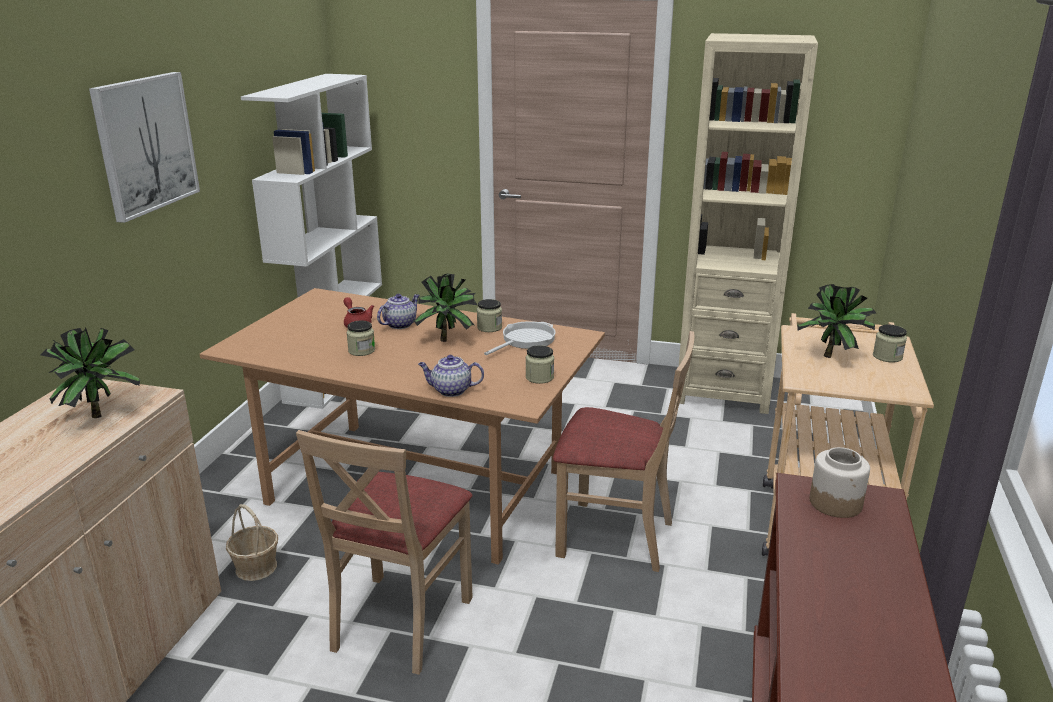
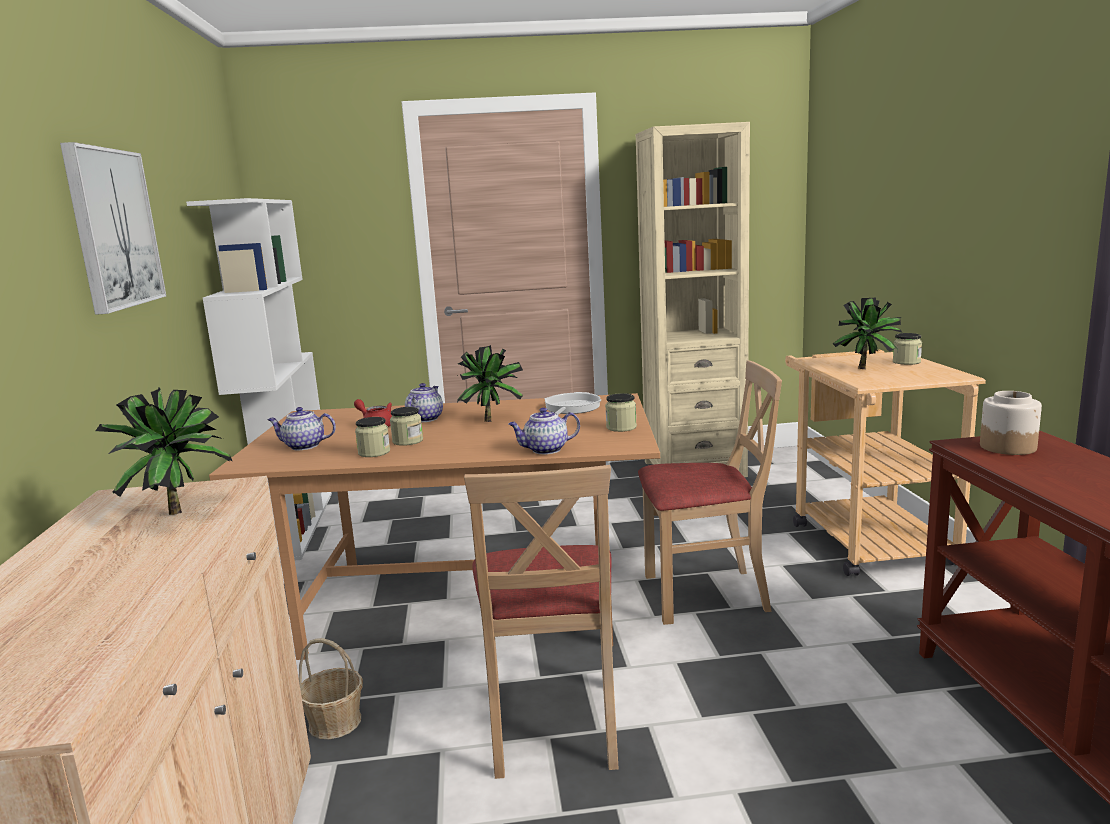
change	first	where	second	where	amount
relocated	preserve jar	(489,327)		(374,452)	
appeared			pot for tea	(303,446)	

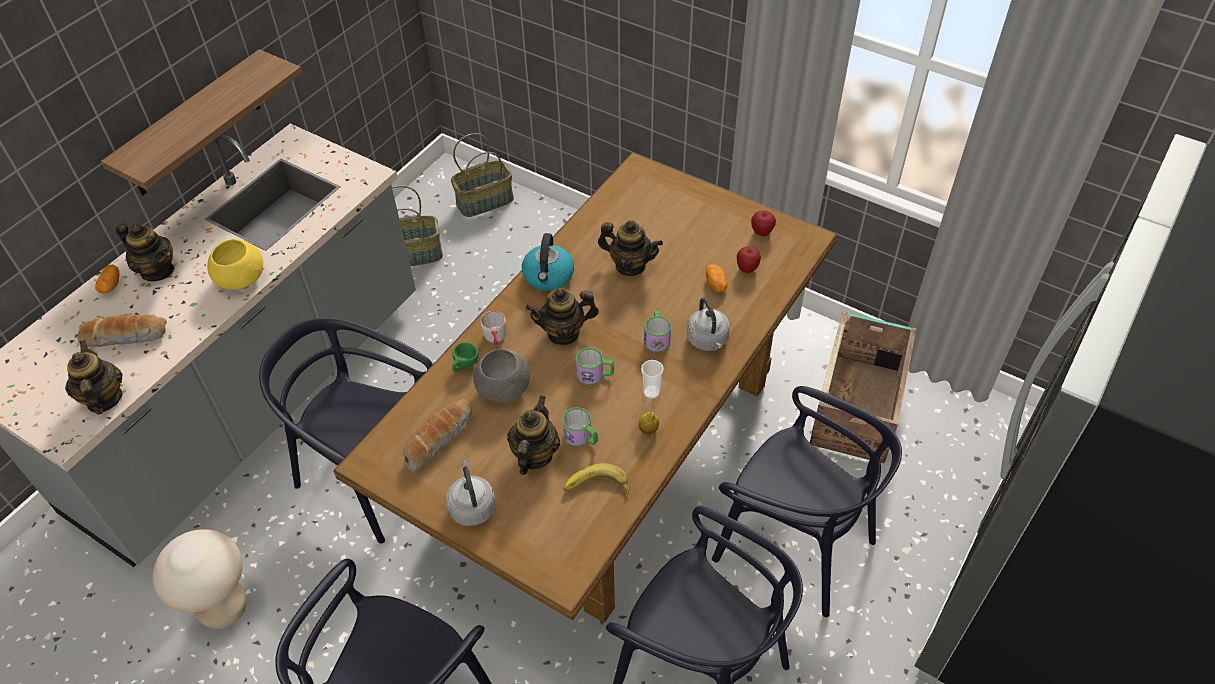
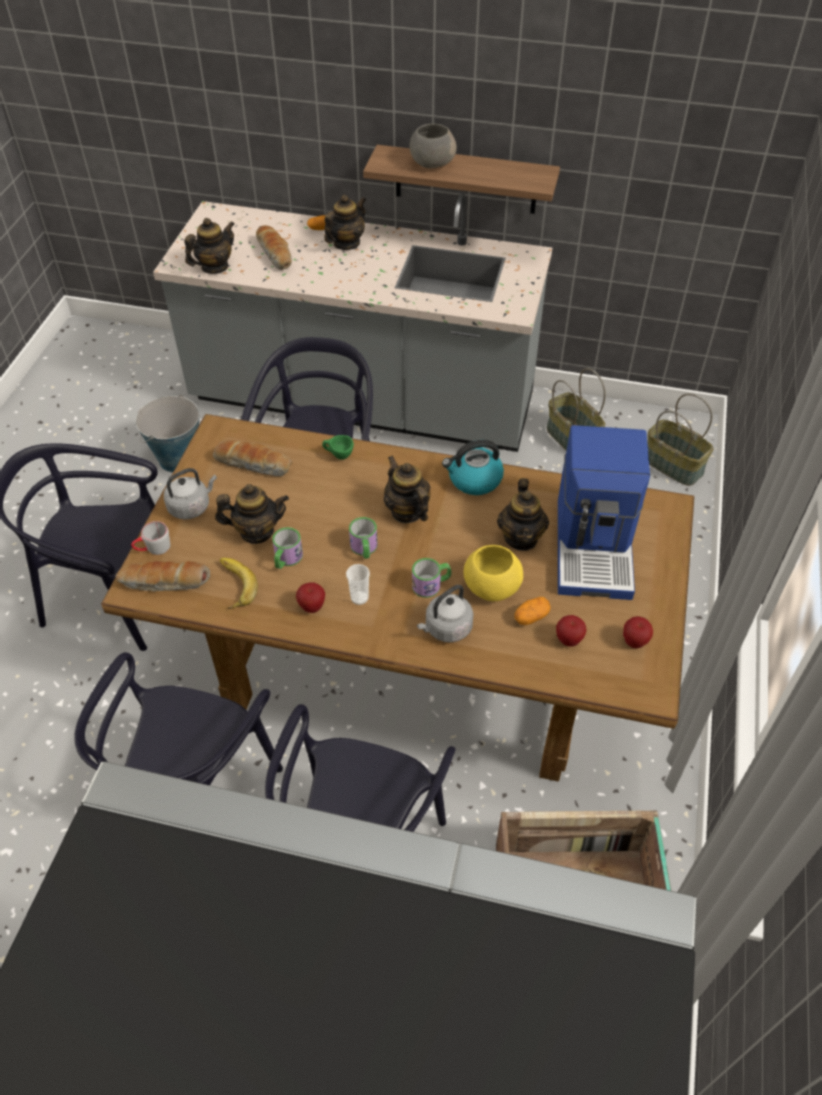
change	first	where	second	where	amount
spun	pot for tea	(158,270)		(346,243)	150 degrees counterclockwise
relocated	bowl (yellow)	(240,279)		(490,586)	
relocated	tea mug (gray)	(496,339)		(153,548)	
relocated	bowl (gray)	(502,389)		(431,163)	
exchanged	lemon	(648,430)	whole apple	(312,607)	
exchanged	sitting stool (sand-coloured)	(224,608)	bucket	(178,459)	
appeared			coffee brewer	(595,547)	
appeared			baked bread	(165,583)	

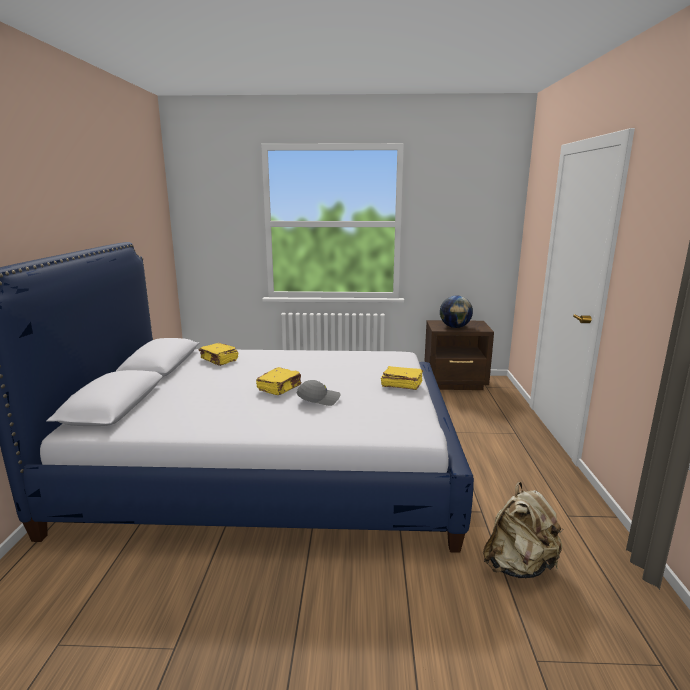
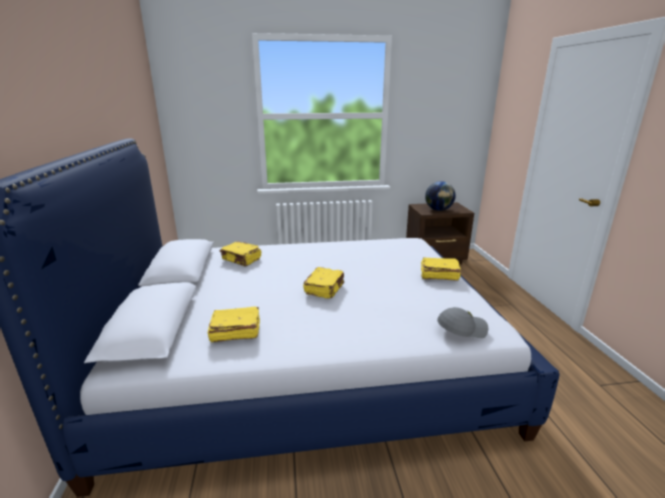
change	first	where	second	where	amount
relocated	baseball cap (gray)	(318,399)		(461,328)	
missing	backpack (sand-coloured)	(519,566)			
appeared			bound book (yellow)	(235,332)	

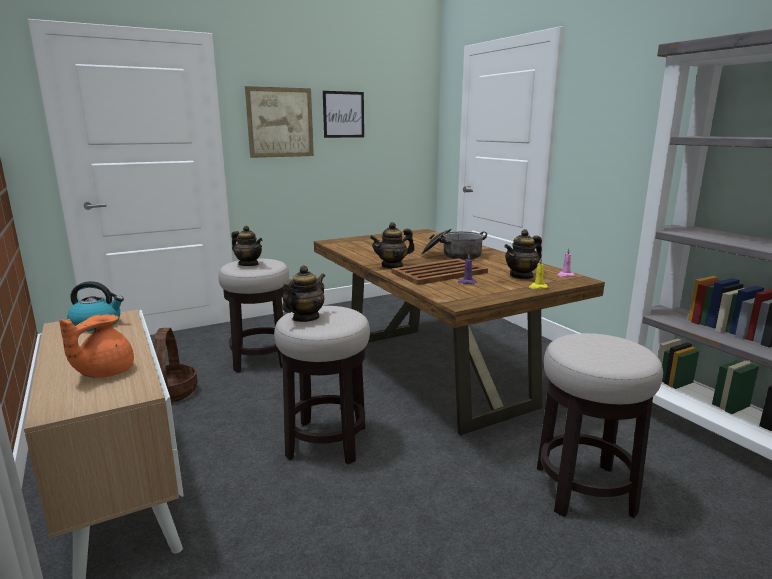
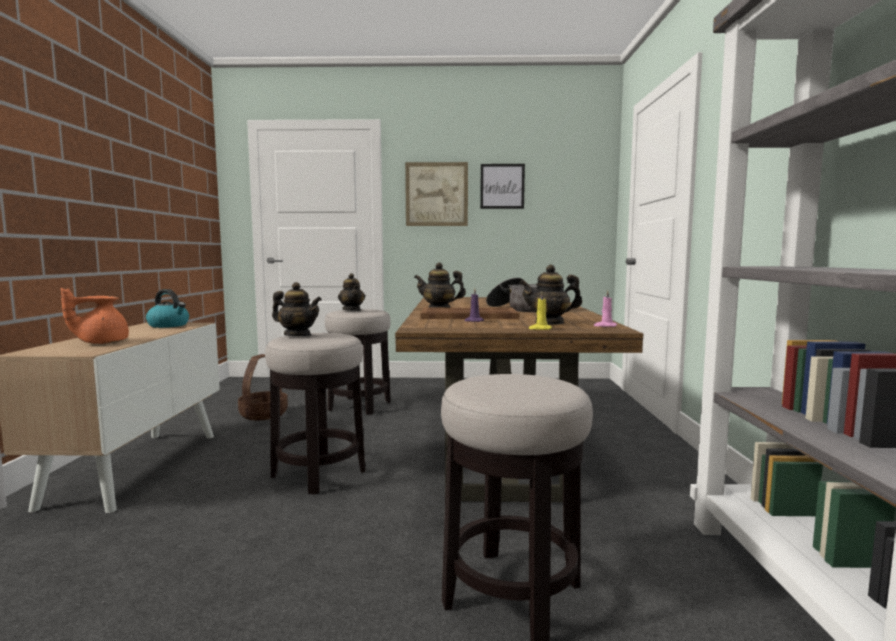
change	first	where	second	where	amount
spun	pot for tea	(305,318)		(297,335)	45 degrees clockwise

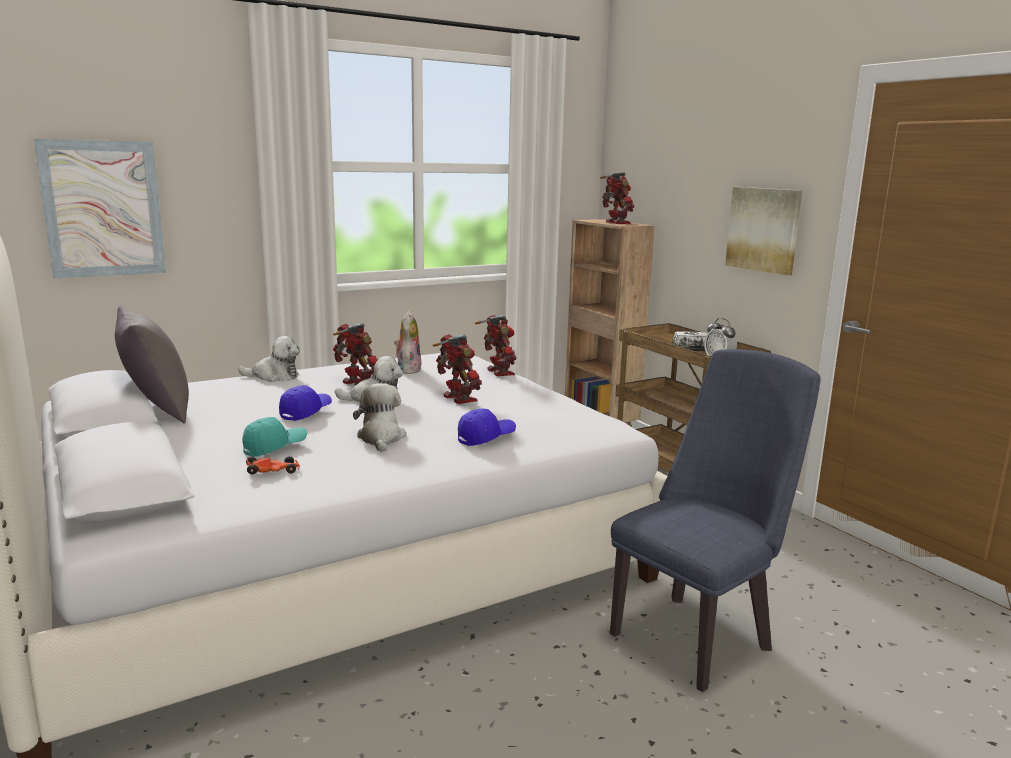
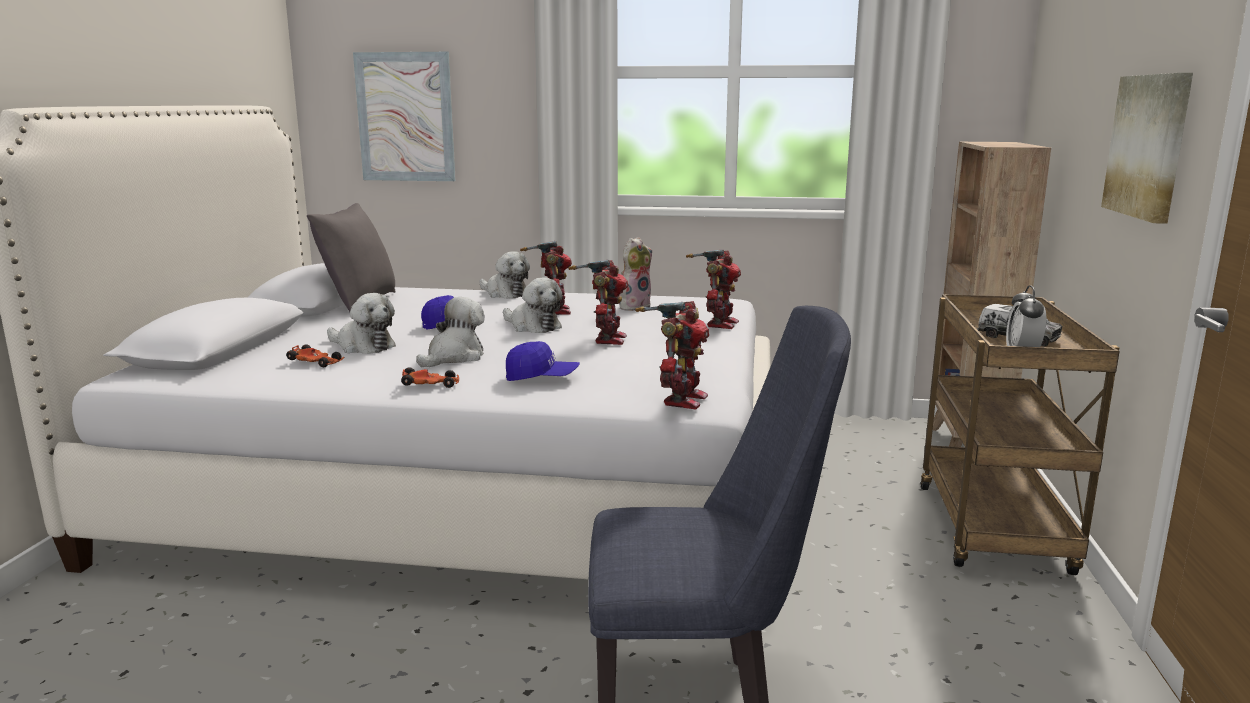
change	first	where	second	where	amount
relocated	robot figure	(616,223)		(681,399)	
exchanged	baseball cap (turquoise)	(275,448)	plush toy	(363,346)	
appeared			miniature car	(431,384)	

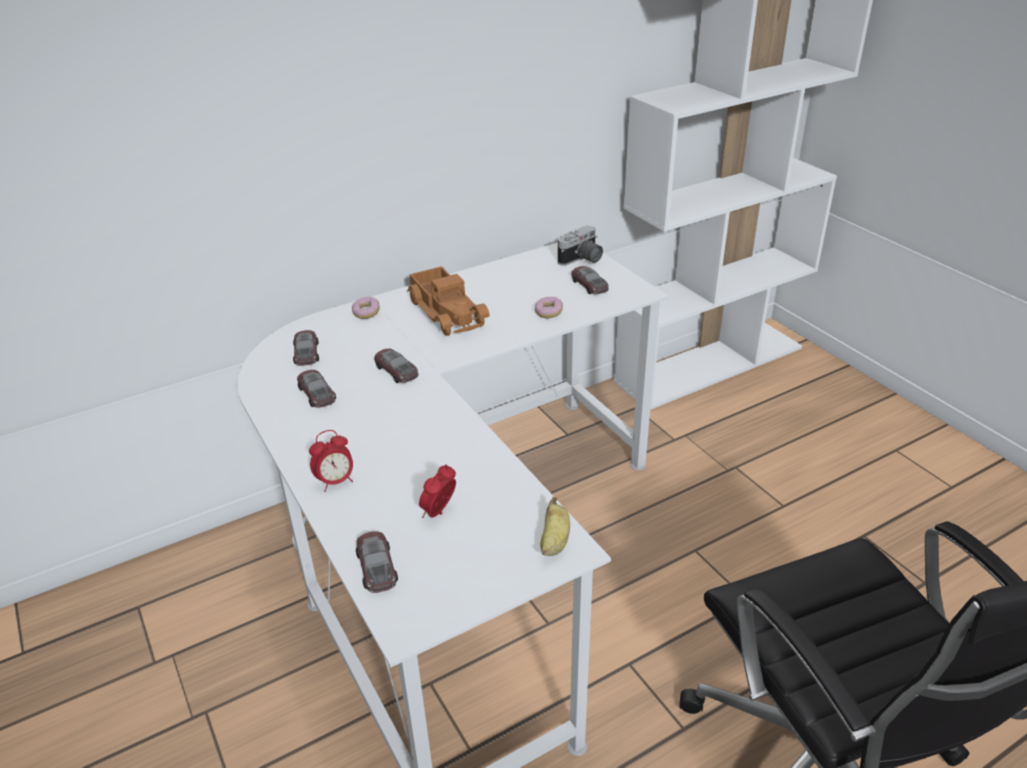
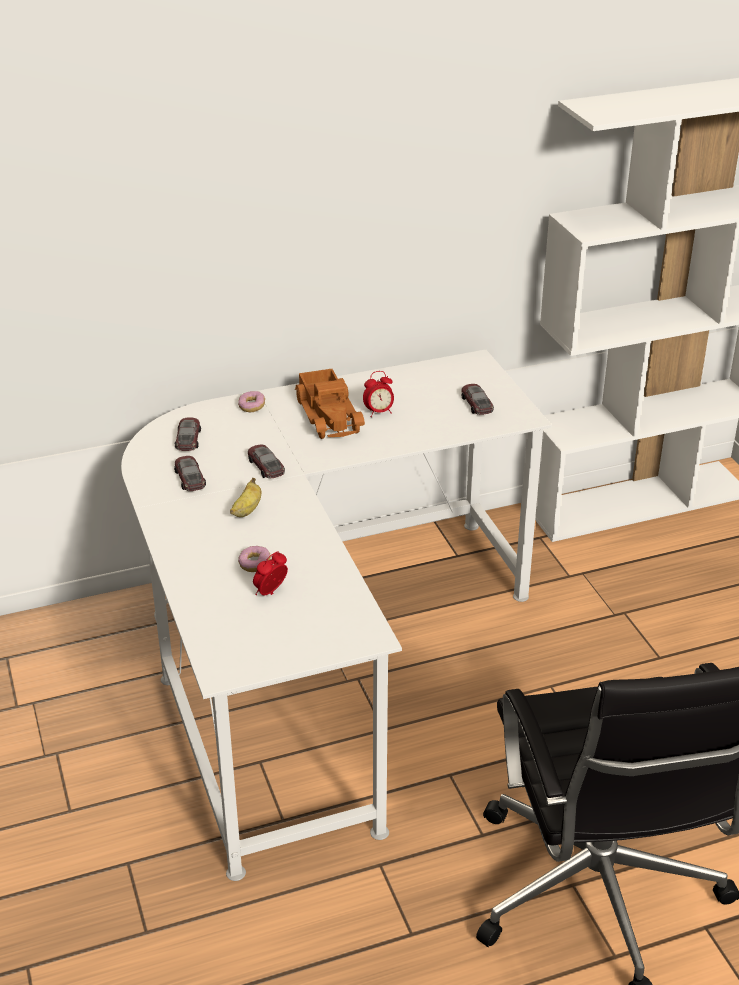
change	first	where	second	where	amount
missing	still camera	(582,260)			
relocated	donut	(548,313)		(254,564)	
relocated	bedside clock	(336,481)		(379,412)	
relocated	banana fruit	(554,542)		(247,510)	
missing	miniature car	(376,567)			

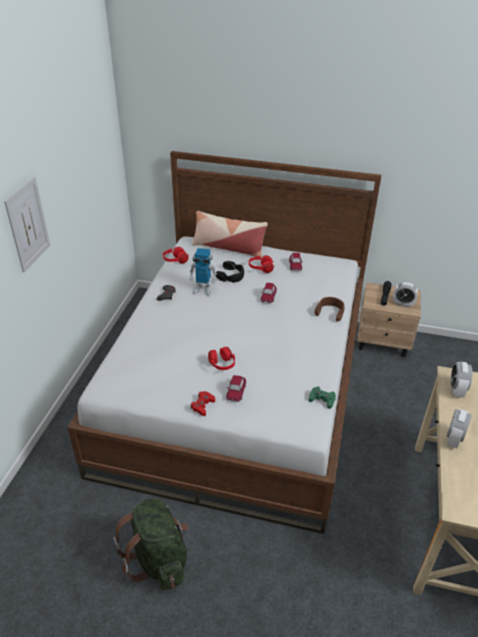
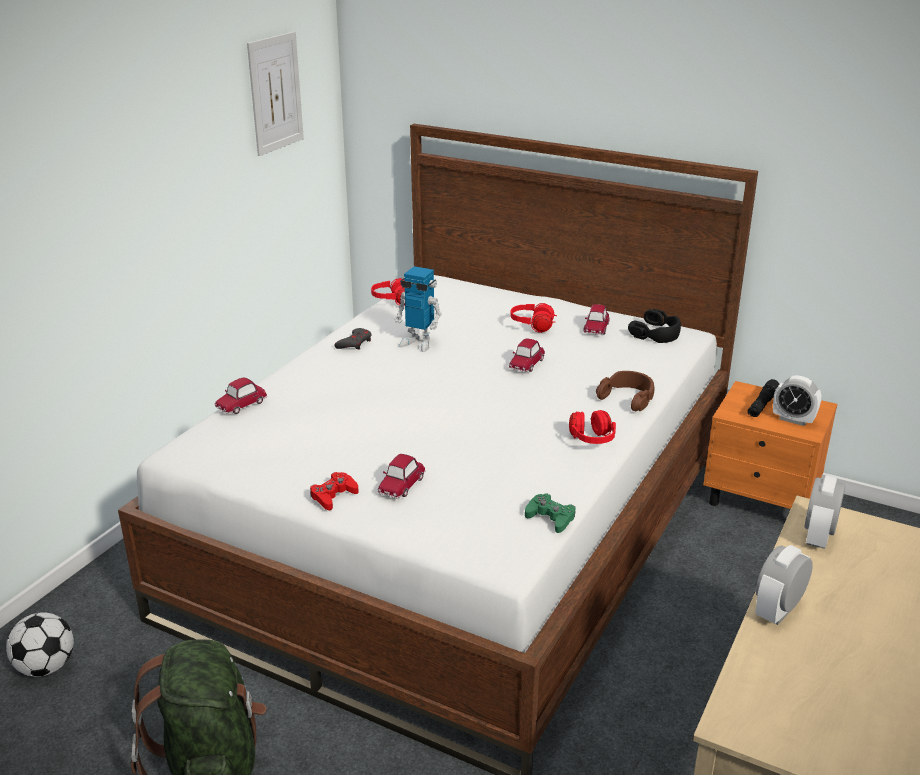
change	first	where	second	where	amount
relocated	picture	(28,224)		(275,93)	
missing	cushion	(228,248)			
relocated	pair of headphones (black)	(231,275)		(656,333)	
colour	nightstand (sand-coloured)	(383,342)	nightstand (orange-coloured)	(761,499)	
relocated	pair of headphones (red)	(222,365)		(591,441)	
appeared			miniature car	(241,404)	
appeared			football	(46,667)	

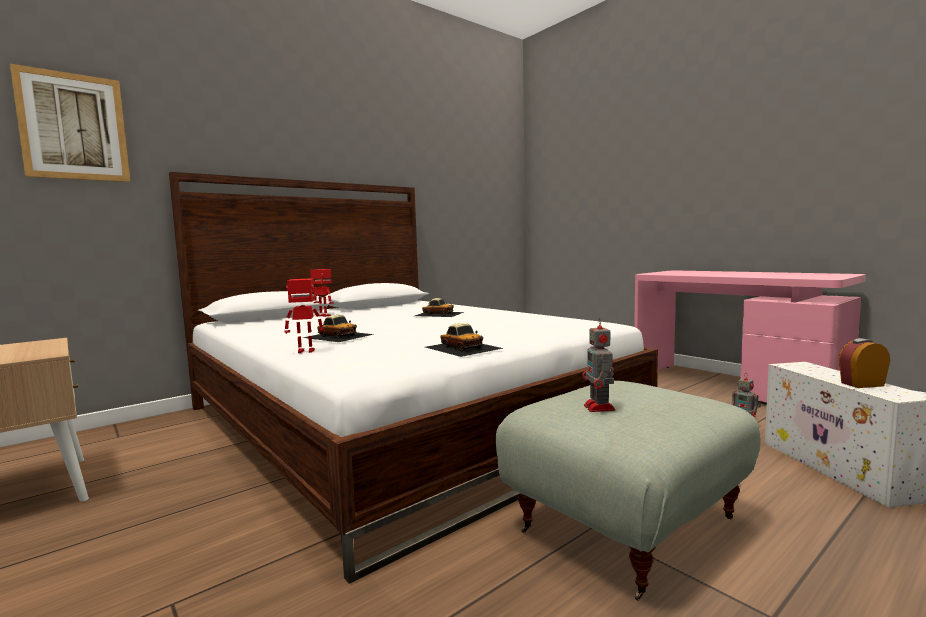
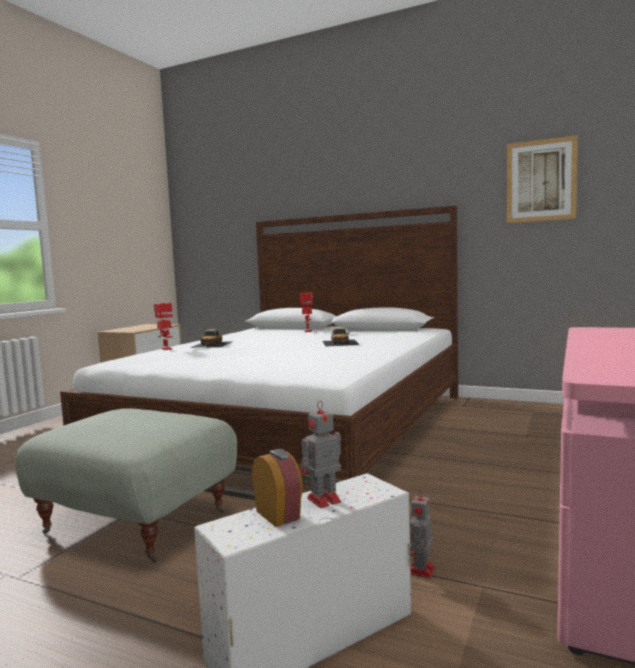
change	first	where	second	where	amount
relocated	picture	(74,127)		(541,181)	
relocated	robot figure	(599,408)		(322,500)	
missing	miniature car	(462,347)			

